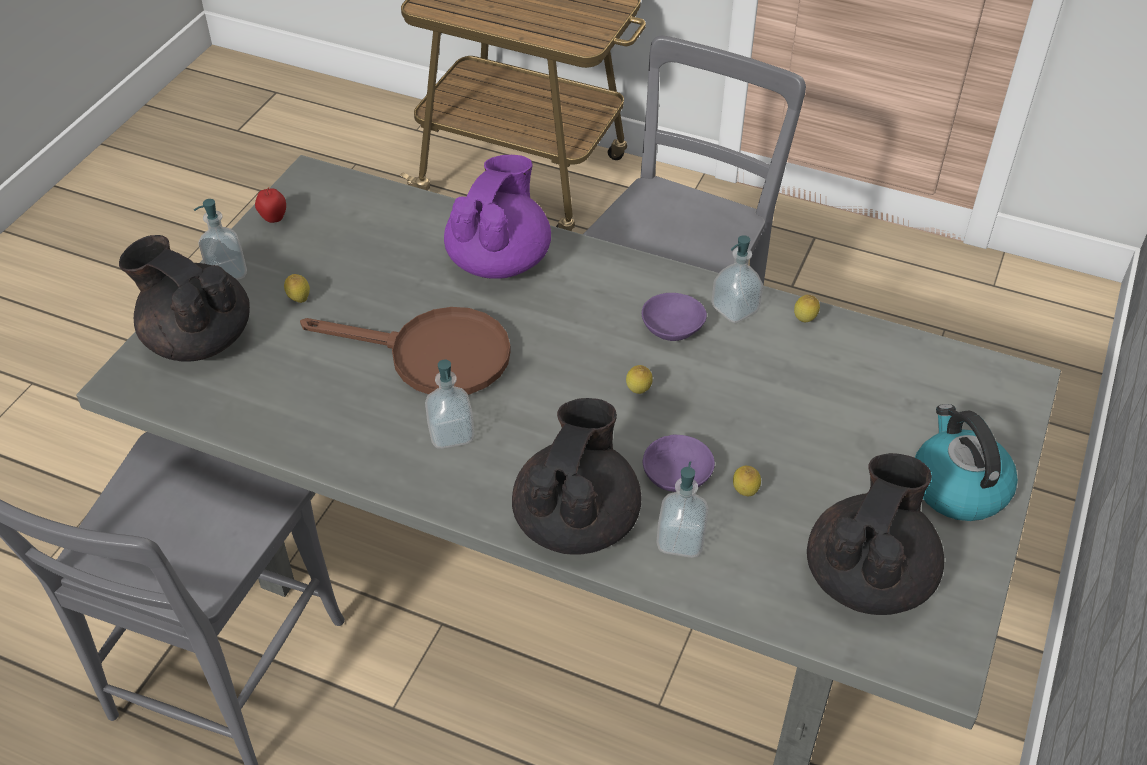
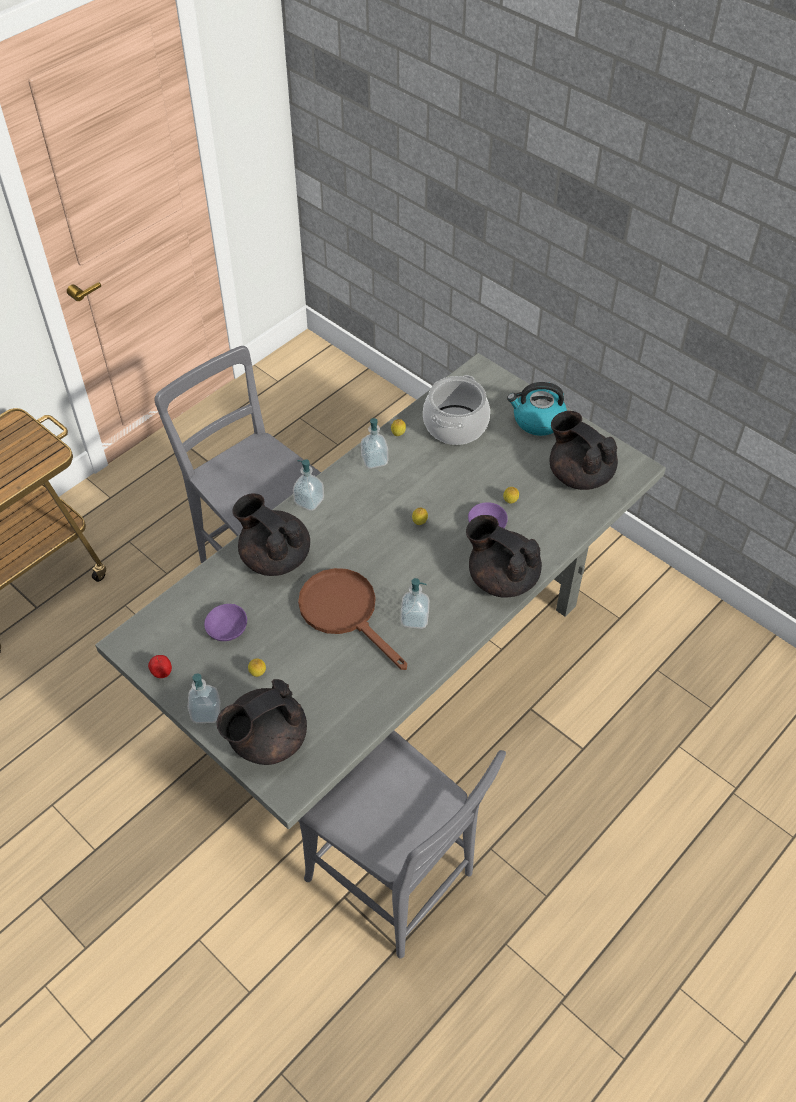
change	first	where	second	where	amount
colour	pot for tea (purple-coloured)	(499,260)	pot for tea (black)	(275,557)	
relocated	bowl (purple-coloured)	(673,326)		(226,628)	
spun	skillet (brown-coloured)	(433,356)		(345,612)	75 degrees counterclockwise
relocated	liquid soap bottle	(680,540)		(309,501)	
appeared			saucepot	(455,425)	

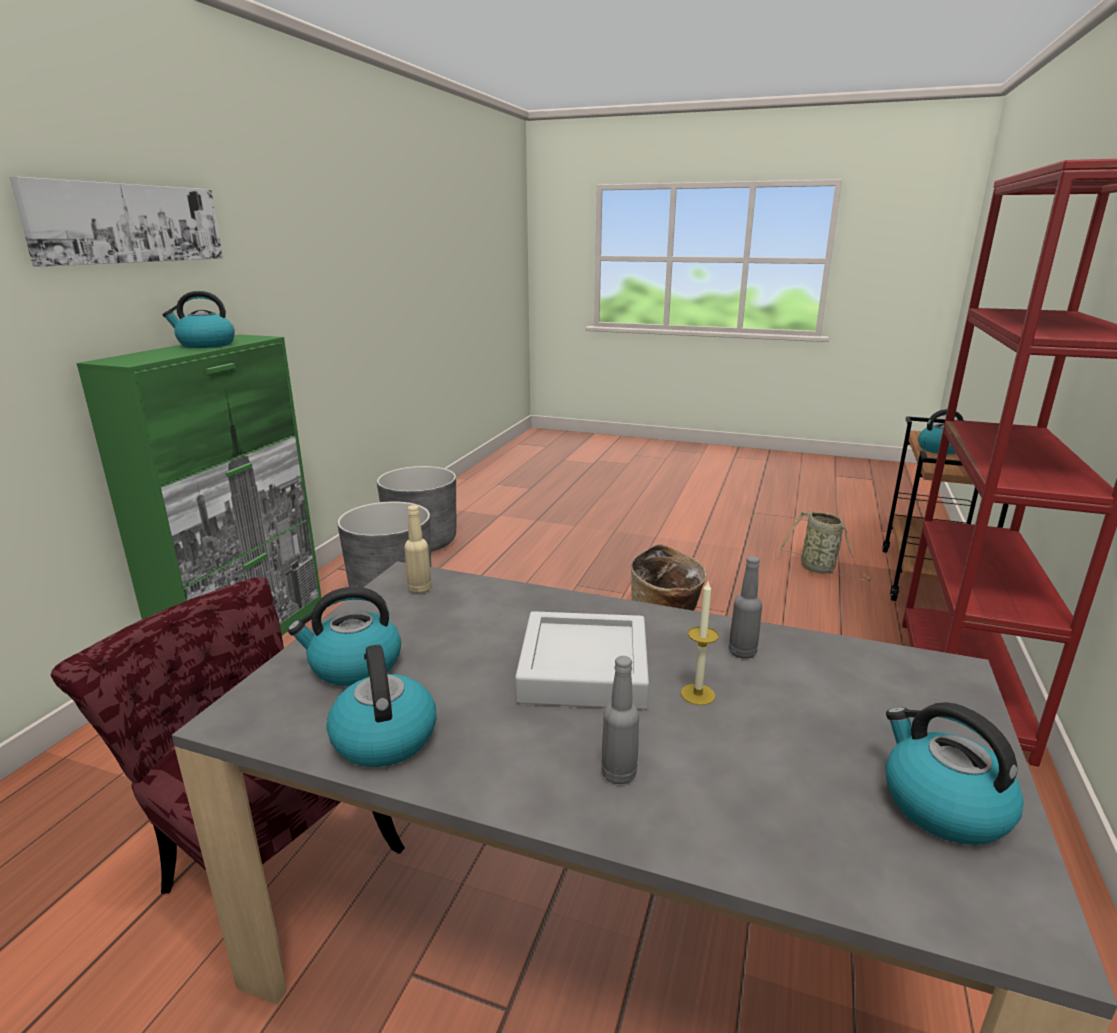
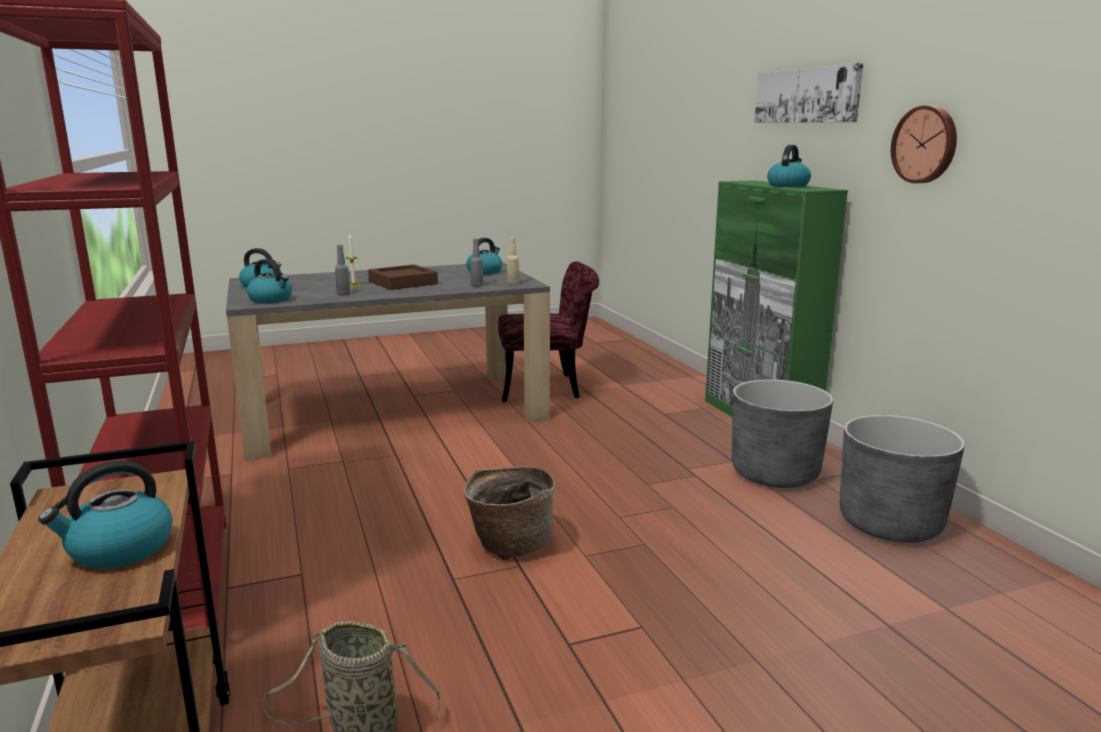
change	first	where	second	where	amount
colour	carrying tray (gray)	(584,669)	carrying tray (brown-coloured)	(403,283)	
relocated	water kettle	(383,737)		(271,299)	
relocated	drink bottle (gray)	(619,773)		(477,285)	
appeared			hanging clock	(926,144)	

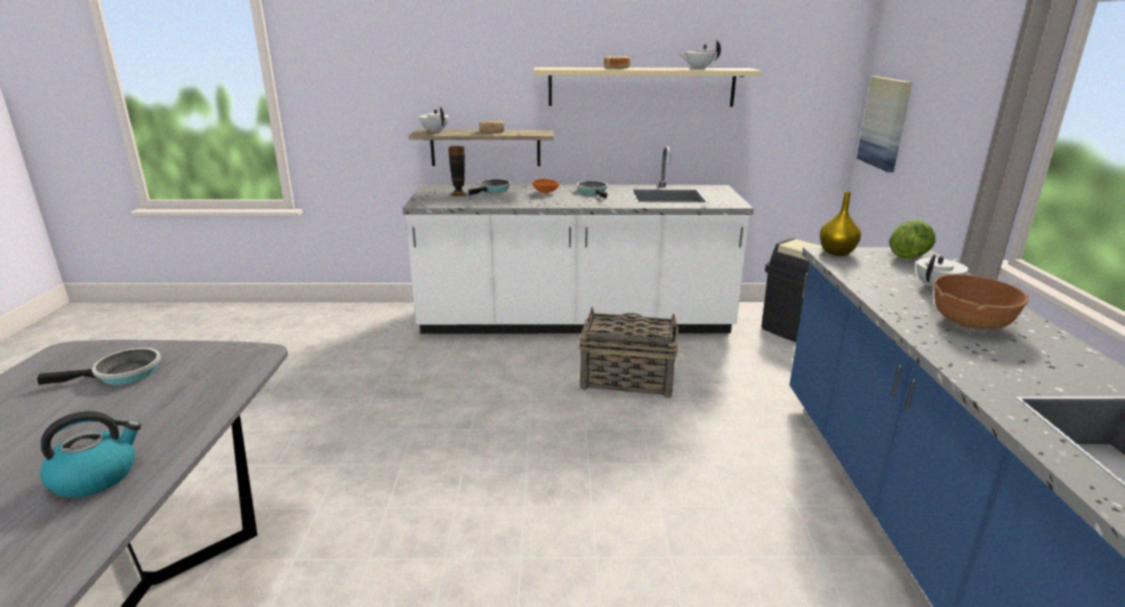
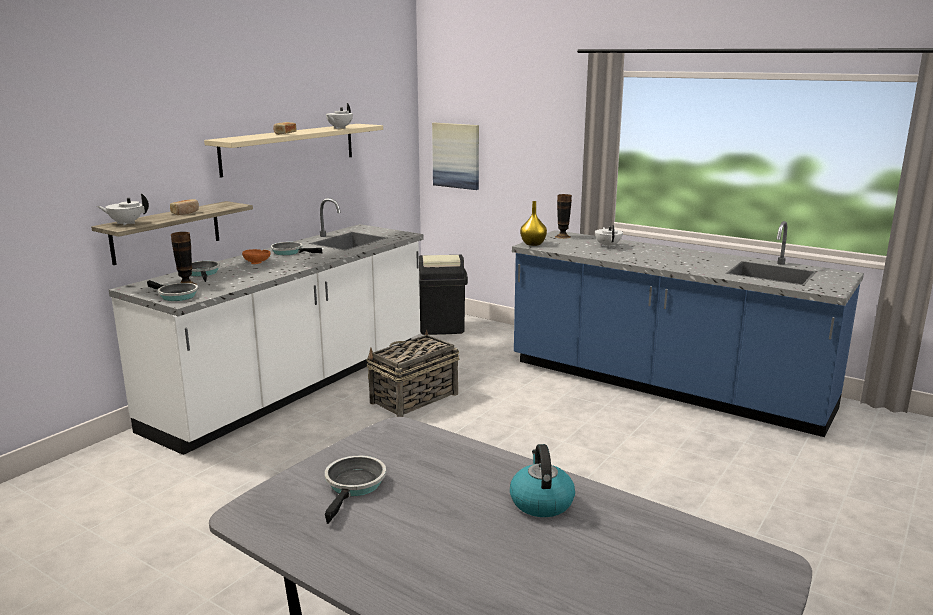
change	first	where	second	where	amount
exchanged	lettuce head	(909,257)	decorative vase	(562,236)	
missing	bowl (brown-coloured)	(971,323)			
appeared			skillet	(175,296)	

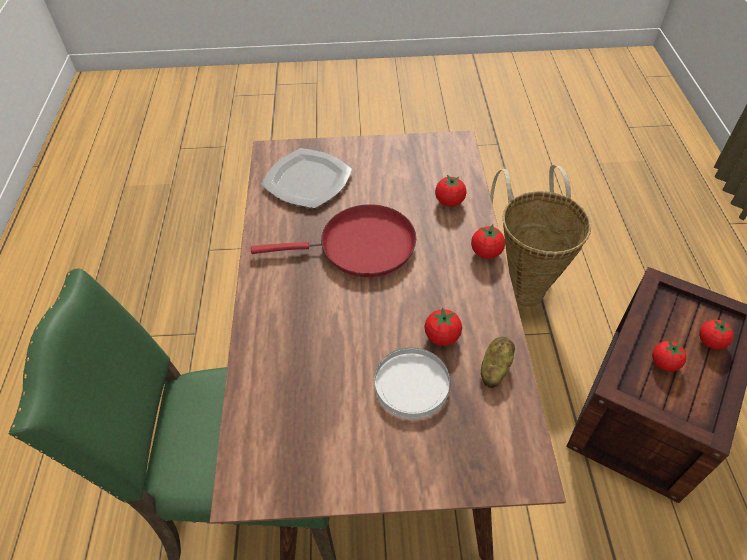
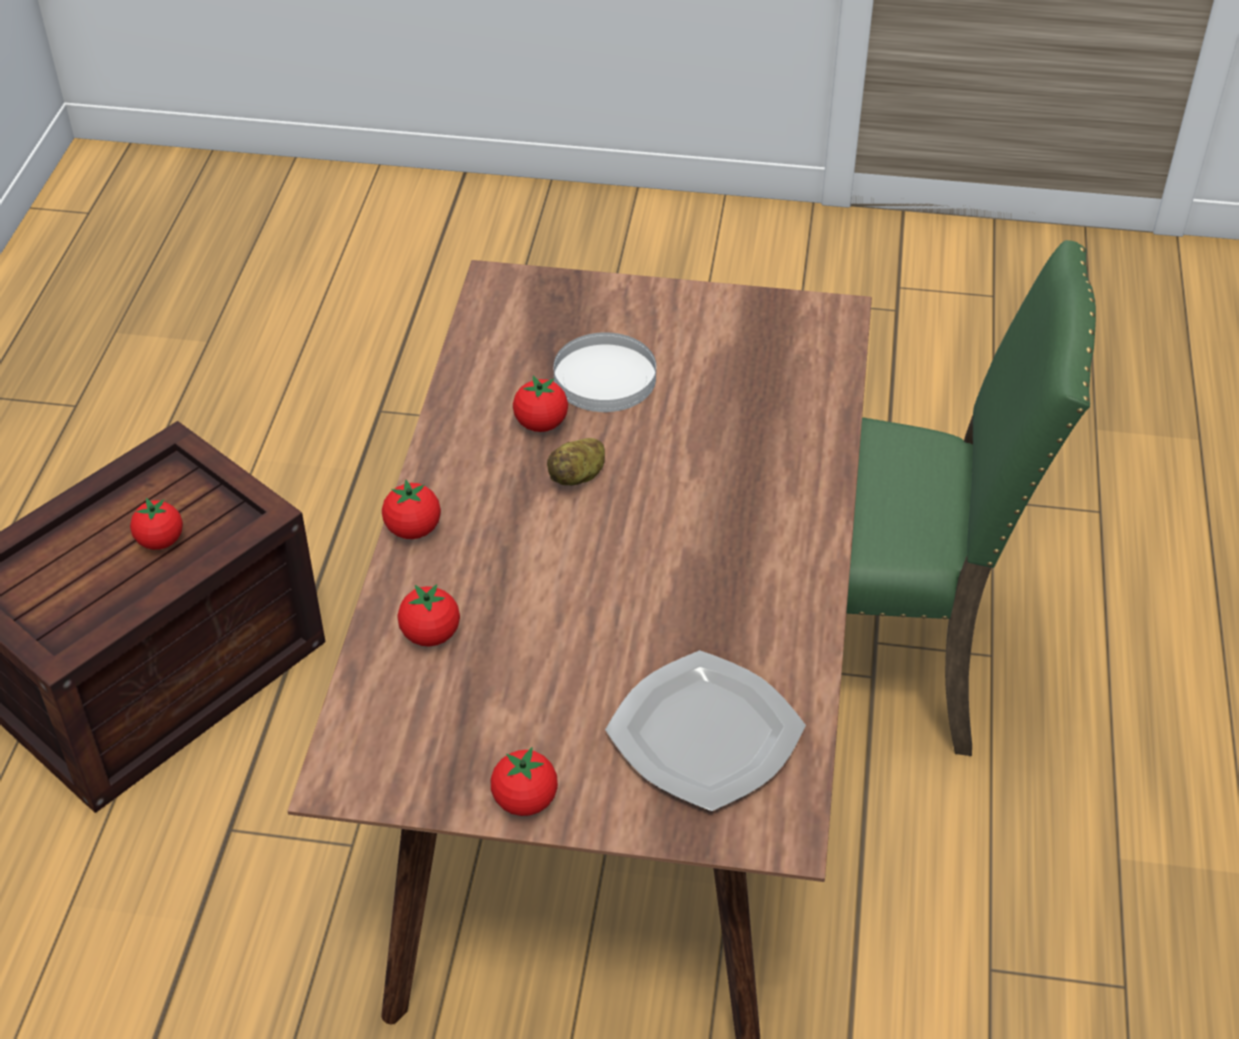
change	first	where	second	where	amount
missing	basket	(524,286)			
missing	skillet (red)	(361,246)			
relocated	whole tomato	(710,342)		(525,800)	
relocated	whole potato	(494,369)		(578,476)	

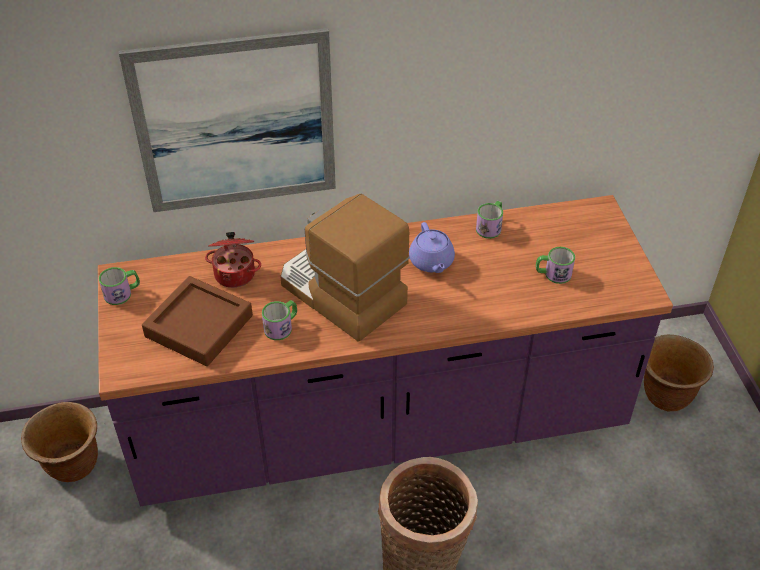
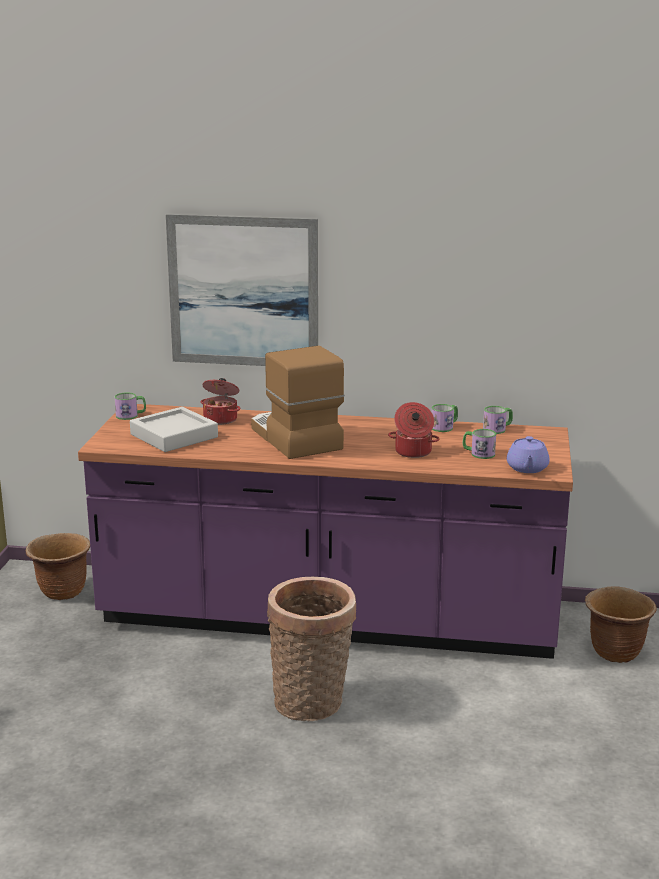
change	first	where	second	where	amount
relocated	pot for tea (purple-coloured)	(431,262)		(527,468)	
colour	carrying tray (brown-coloured)	(199,326)	carrying tray (gray)	(174,436)	
relocated	tea mug	(282,326)		(497,429)	
appeared			saucepot	(413,452)	

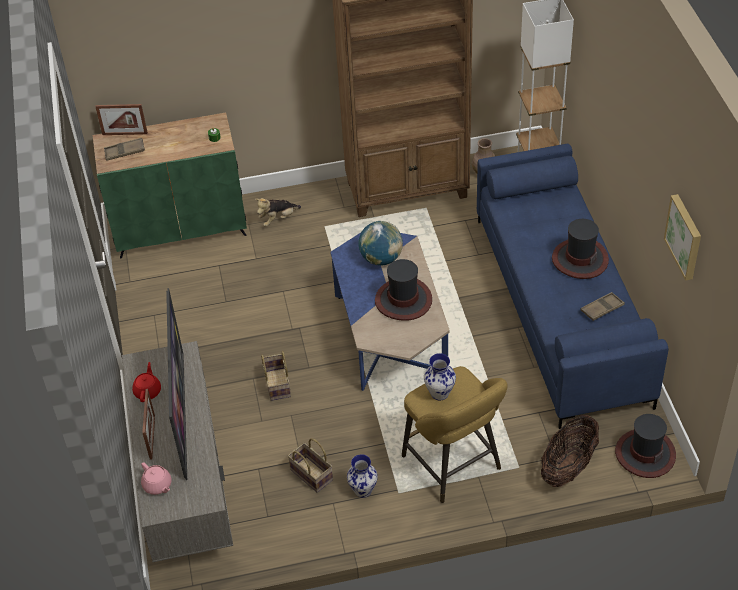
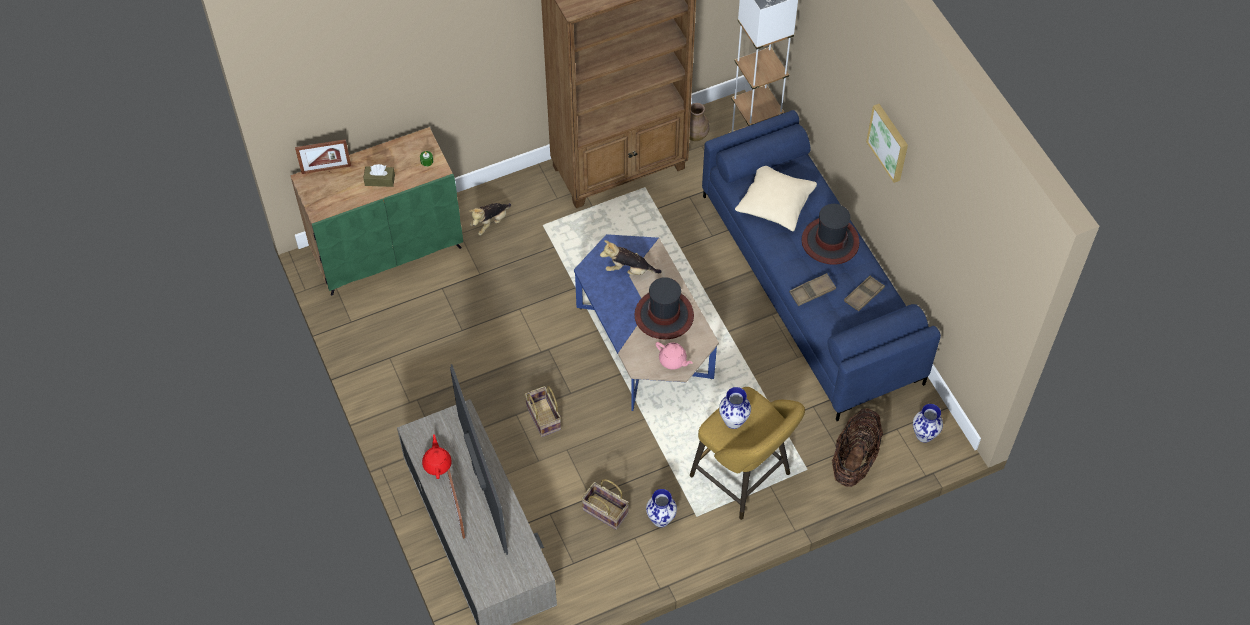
change	first	where	second	where	amount
relocated	carrying tray (brown-coloured)	(125,152)		(812,292)	
relocated	picture	(685,236)		(889,142)	
exchanged	globe	(381,259)	plush toy	(629,270)	
exchanged	clothing hat	(645,453)	decorative vase	(924,434)	
relocated	pot for tea (pink)	(157,485)		(673,360)	
appeared			tissue box (brown-coloured)	(380,180)	
appeared			cushion (sand-coloured)	(775,203)	

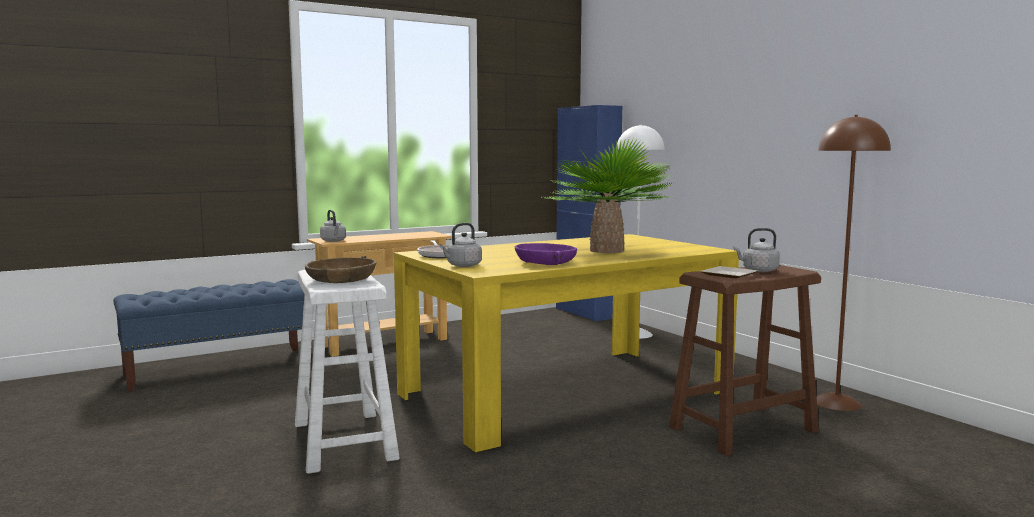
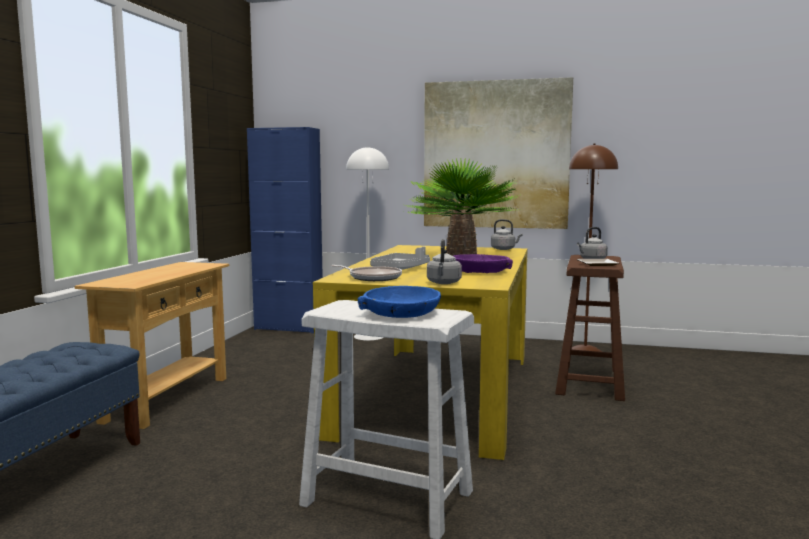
change	first	where	second	where	amount
relocated	water kettle (gray)	(333,241)		(504,249)	
colour	bowl (brown-coloured)	(340,280)	bowl (blue-coloured)	(401,313)	
appeared			picture	(496,155)	
appeared			carrying tray (gray)	(401,269)	

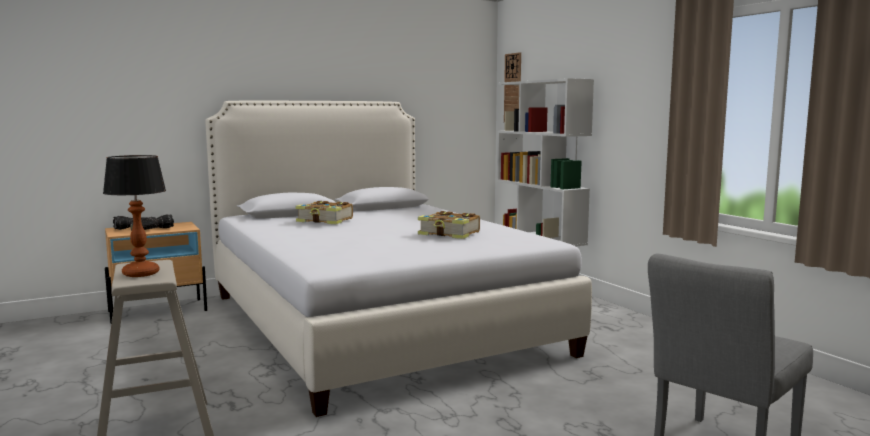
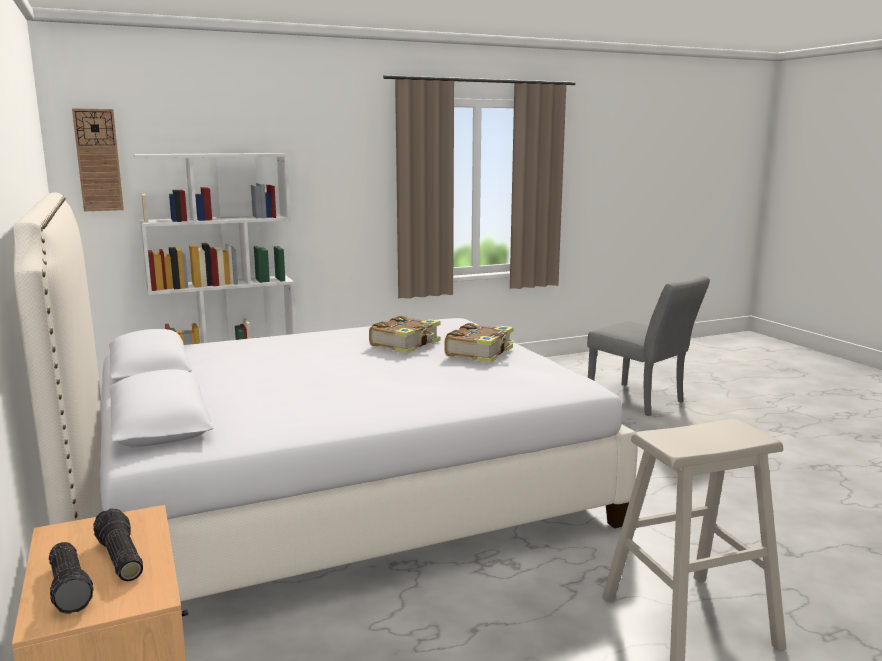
change	first	where	second	where	amount
missing	lamp for a table	(141,273)			
relocated	bound book	(325,221)		(480,353)	

